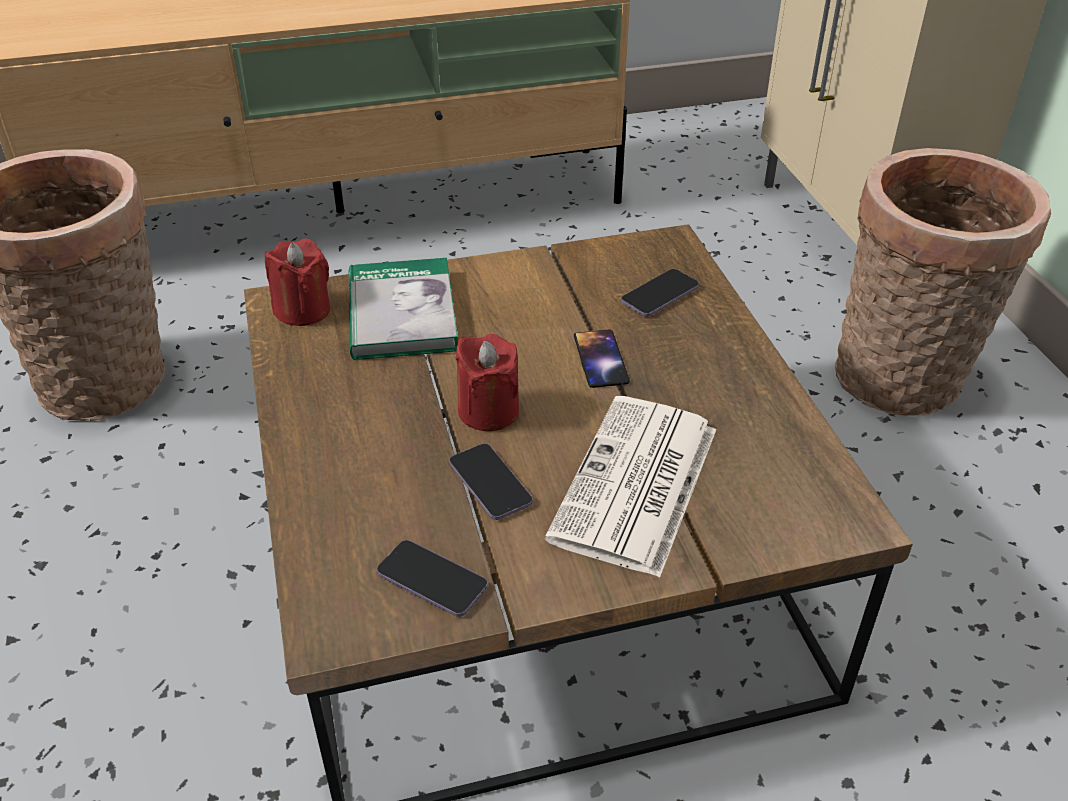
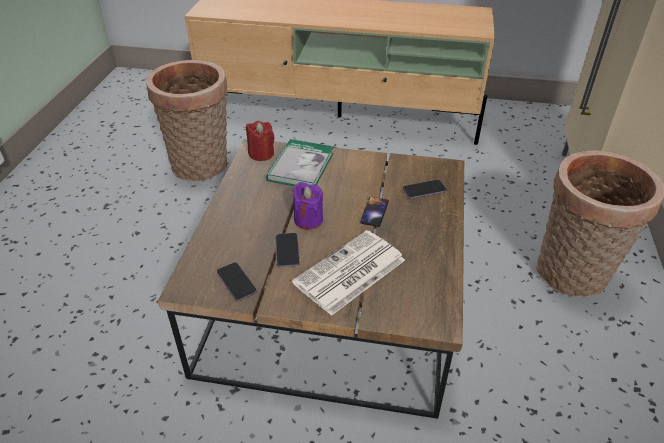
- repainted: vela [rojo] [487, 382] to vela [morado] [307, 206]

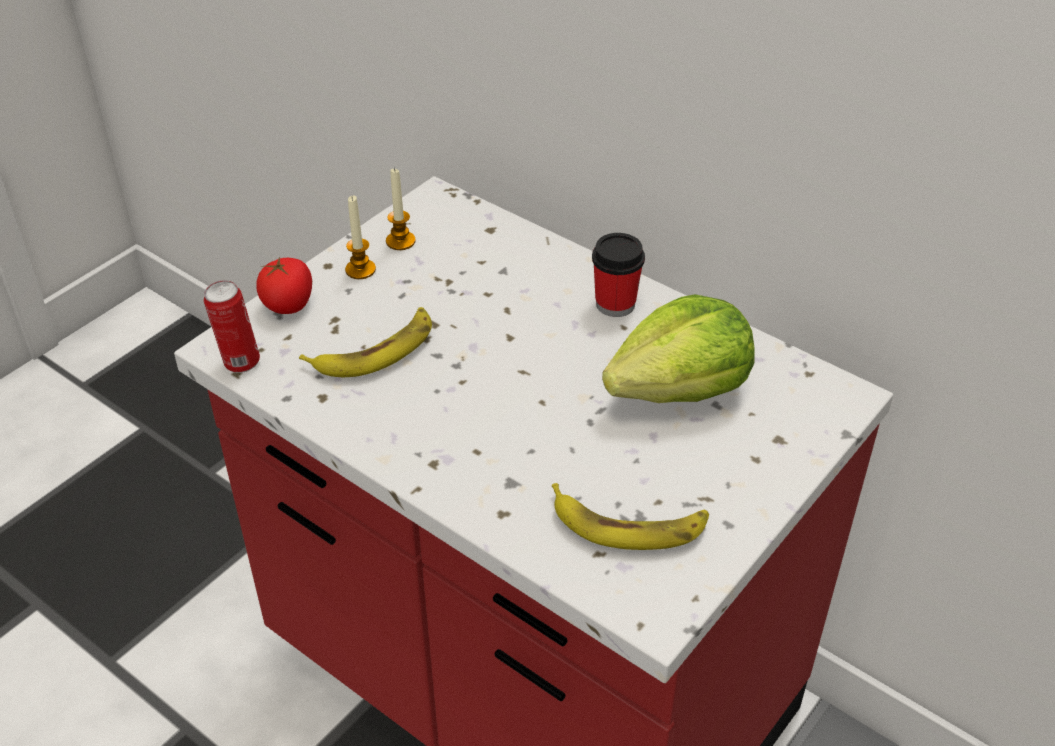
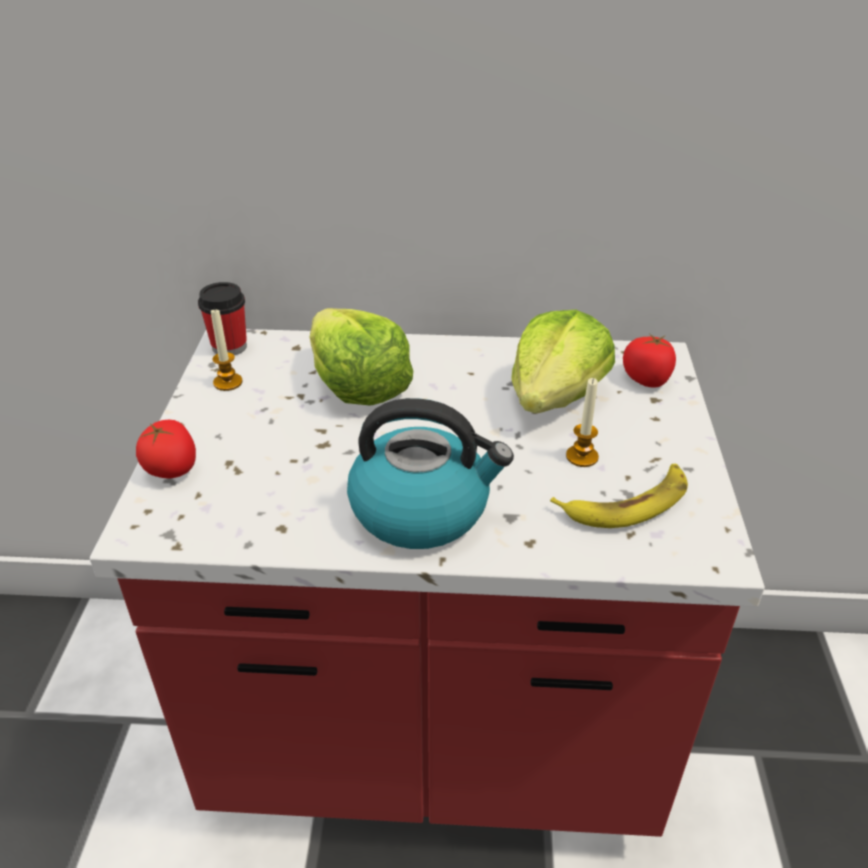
- shifted: vela [360, 237] to [582, 422]
- shifted: taza [618, 275] to [222, 318]
- gone: lata [232, 326]
- gone: plátano [365, 342]
- new: lechuga [361, 357]
- new: tomate [649, 360]
- new: hervidor [430, 473]

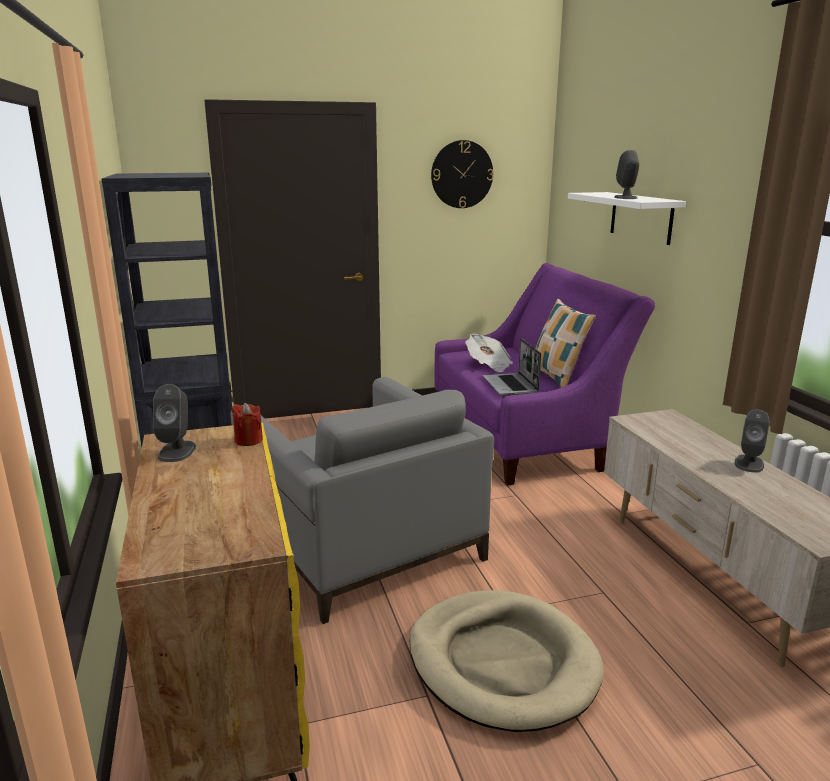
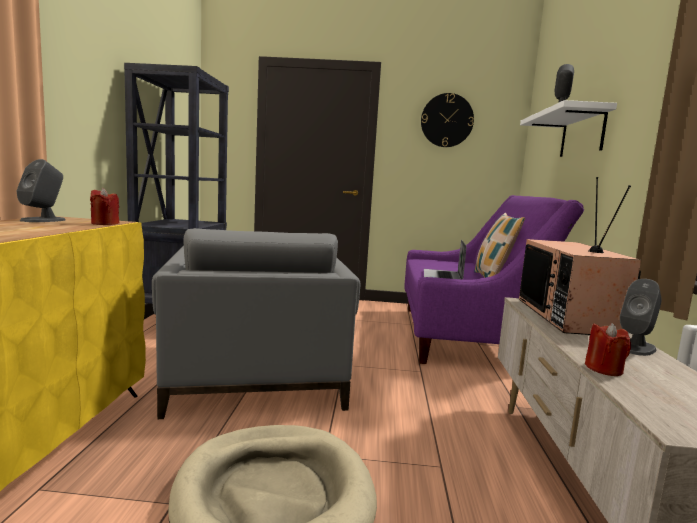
- gone: periódico [489, 353]
- new: televisor [580, 256]
- new: vela [rojo] [608, 349]

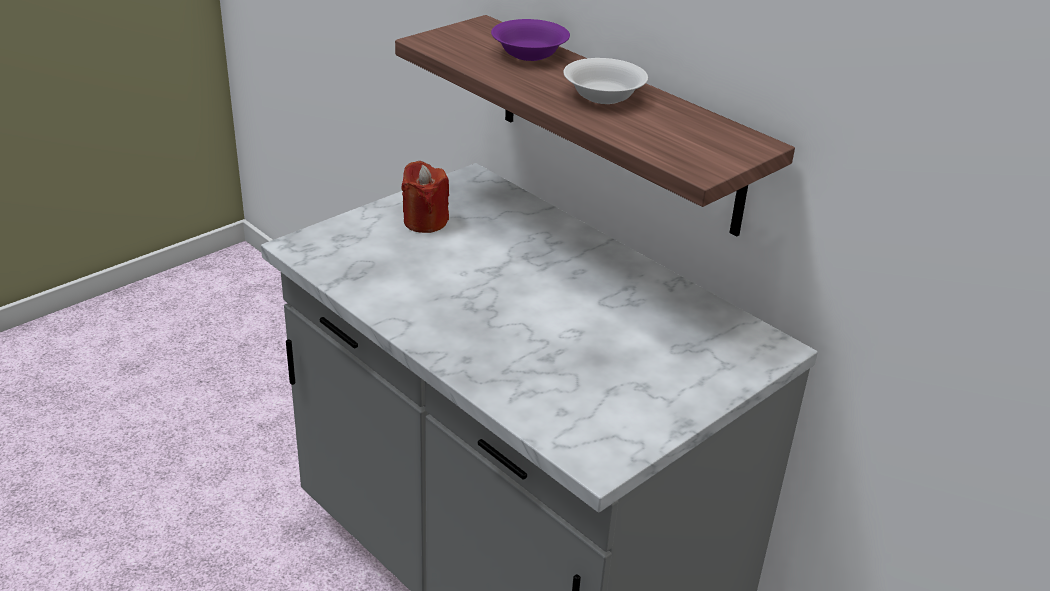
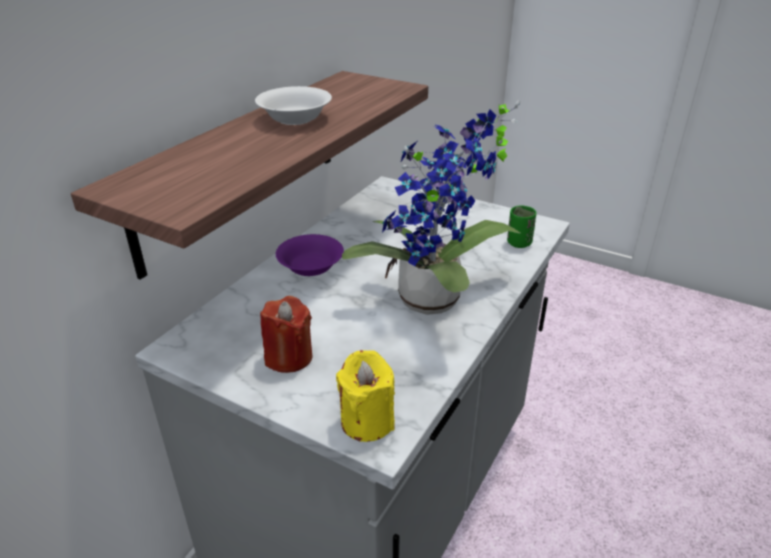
- shifted: cuenco [morado] [530, 40] to [310, 255]
- new: planta en maceta [431, 207]
- new: taza [verde] [521, 227]
- new: vela [amarillo] [365, 396]

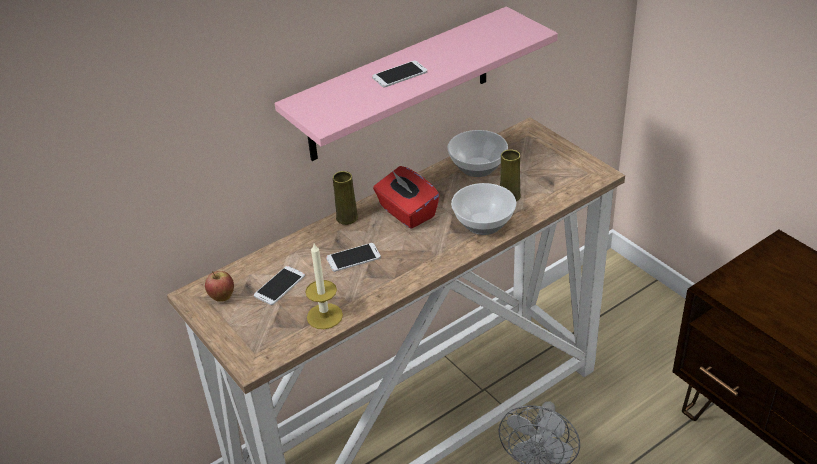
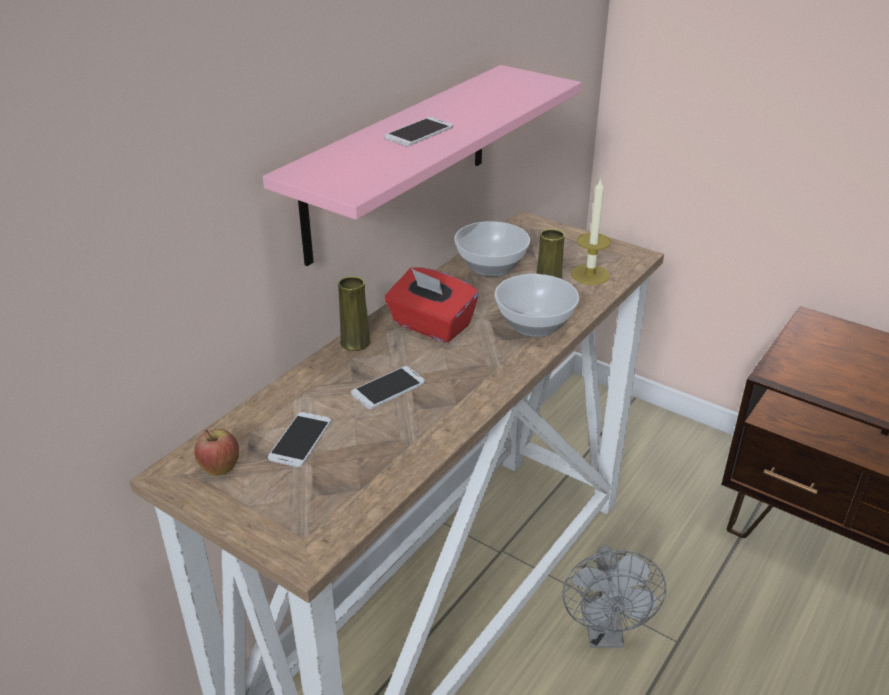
- shifted: vela [324, 286] to [591, 231]

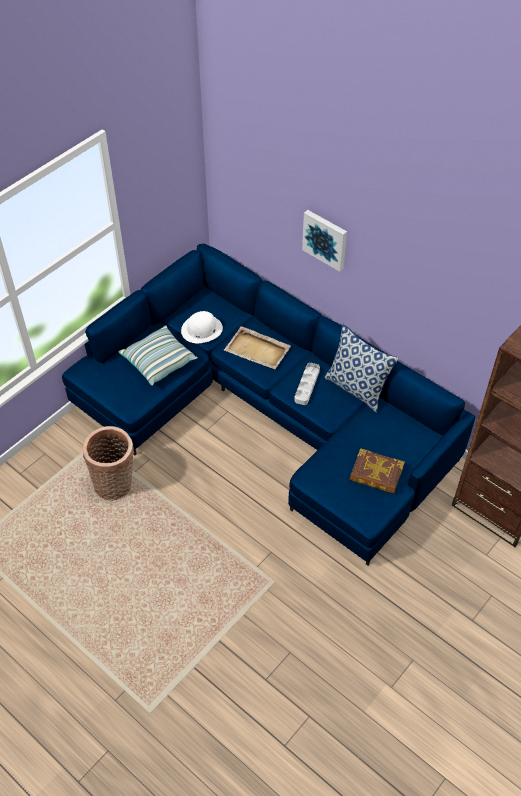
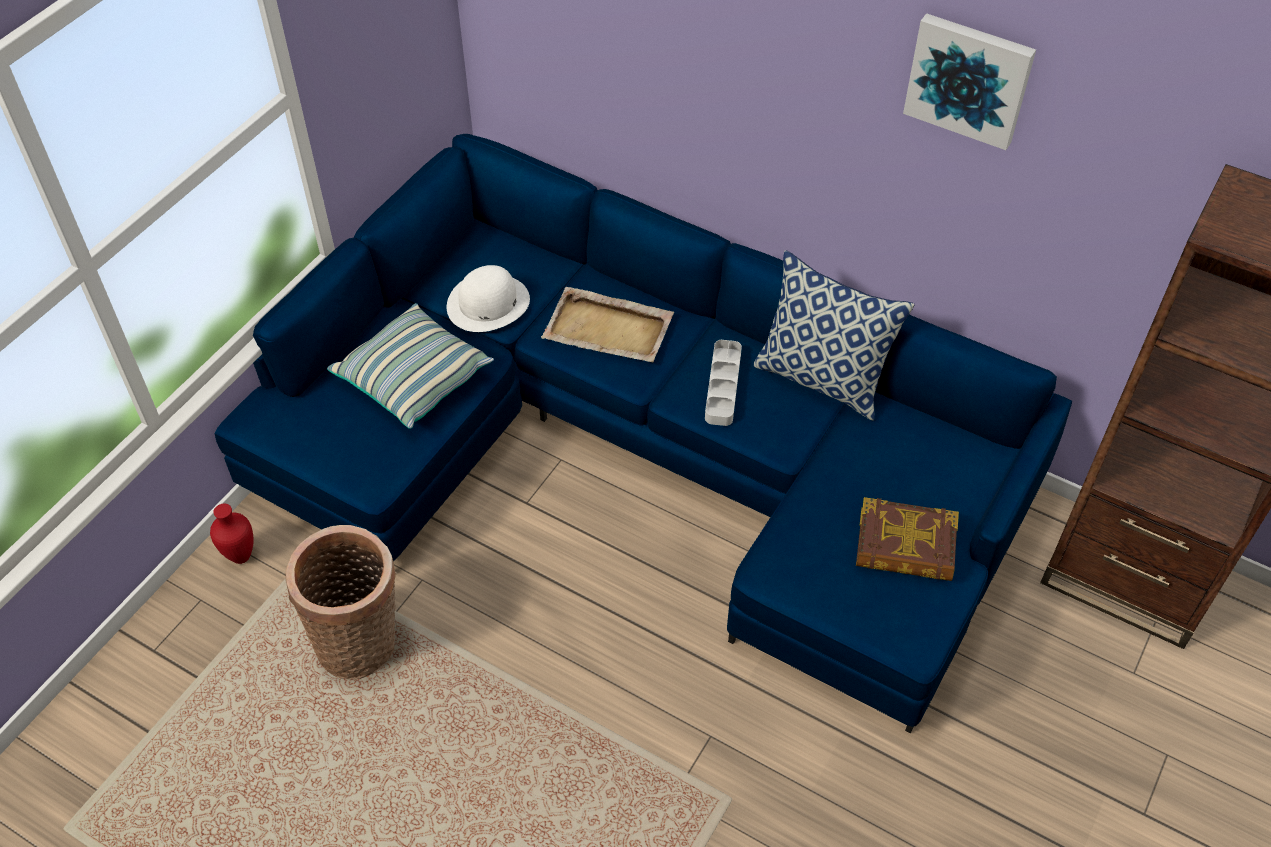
- shifted: cuadro [324, 241] to [969, 81]
- new: florero [rojo] [232, 534]

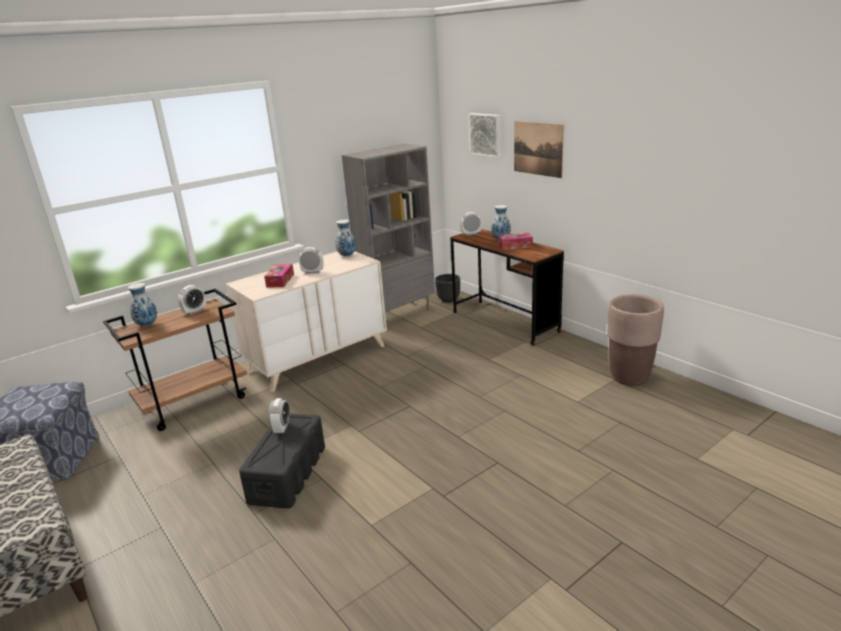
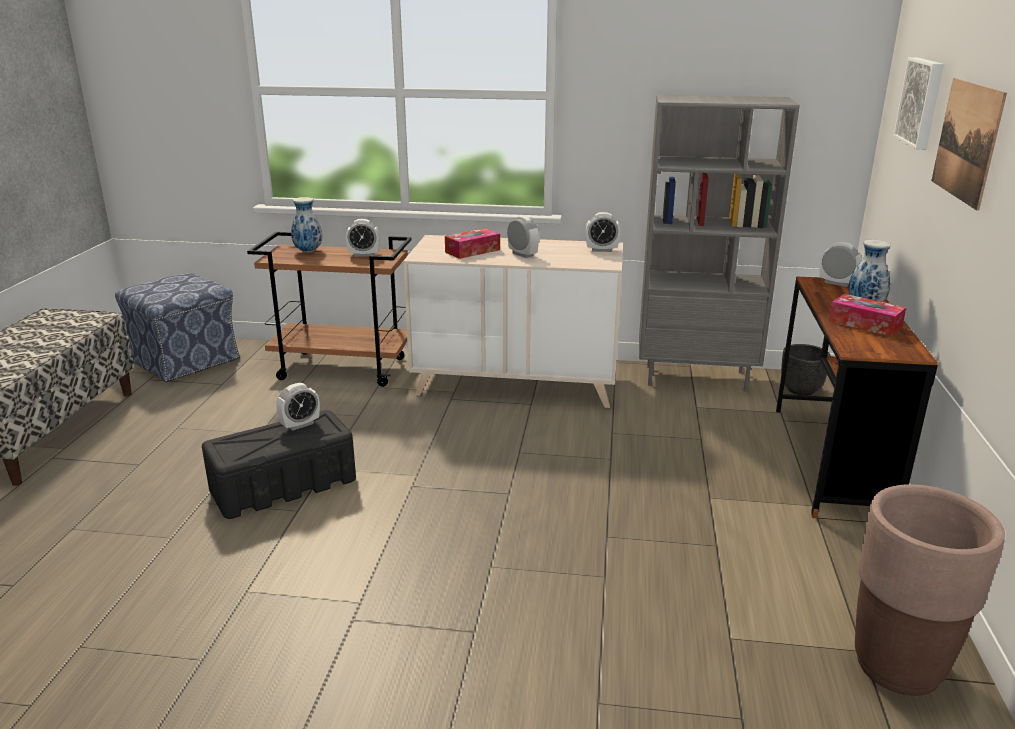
- swapped: florero [345, 238] to despertador [603, 232]

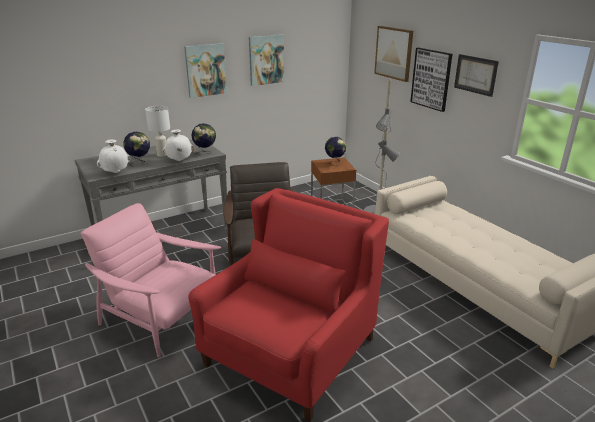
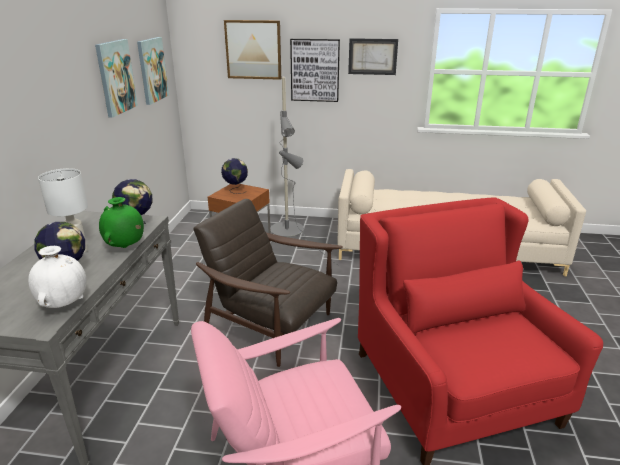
- shifted: cuadro [205, 70] to [153, 71]
- repainted: florero [blanco] [178, 145] to florero [verde] [121, 222]

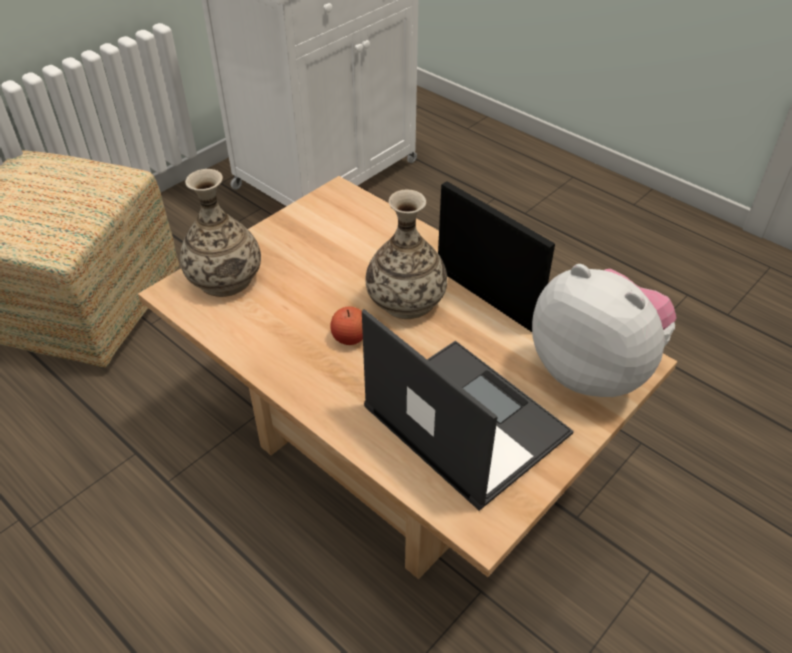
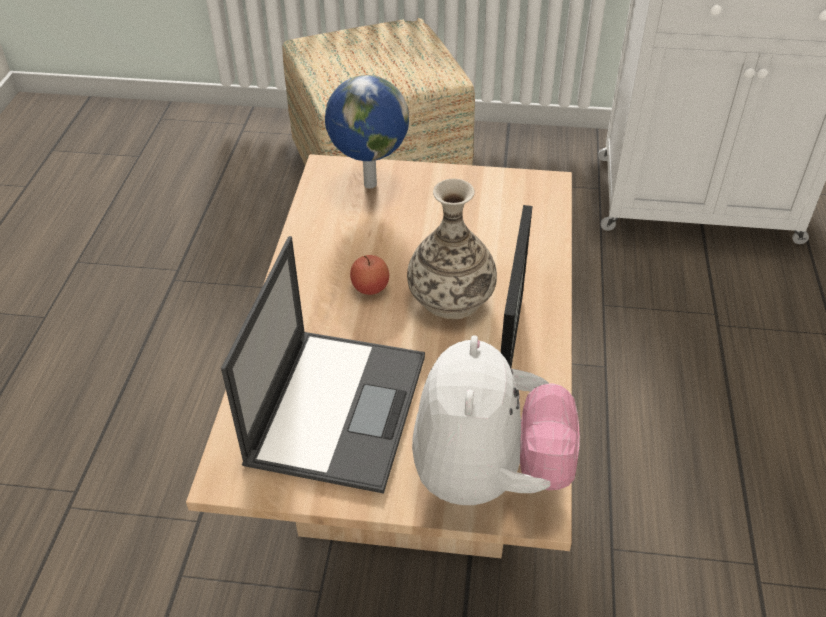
- swapped: florero [220, 233] to globo terráqueo [367, 132]

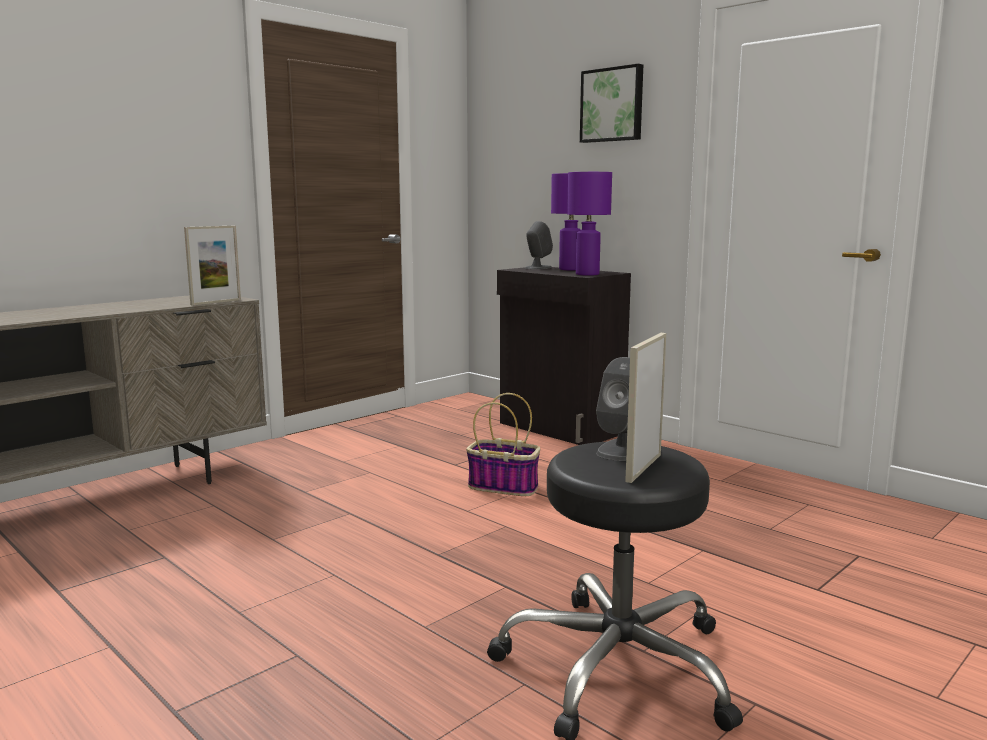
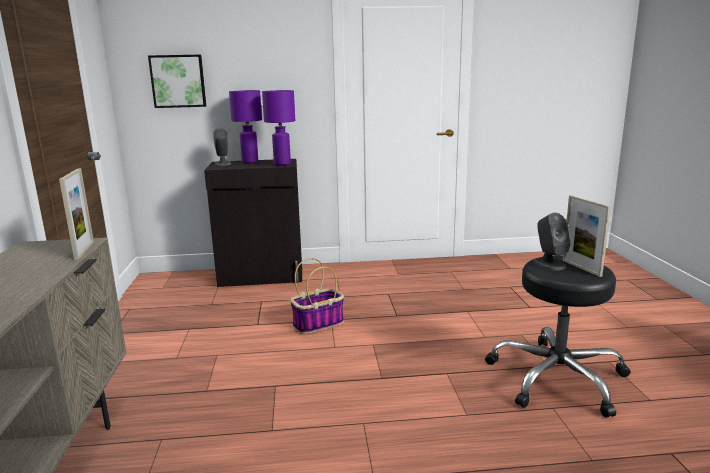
- shifted: cuadro [611, 103] to [177, 81]

